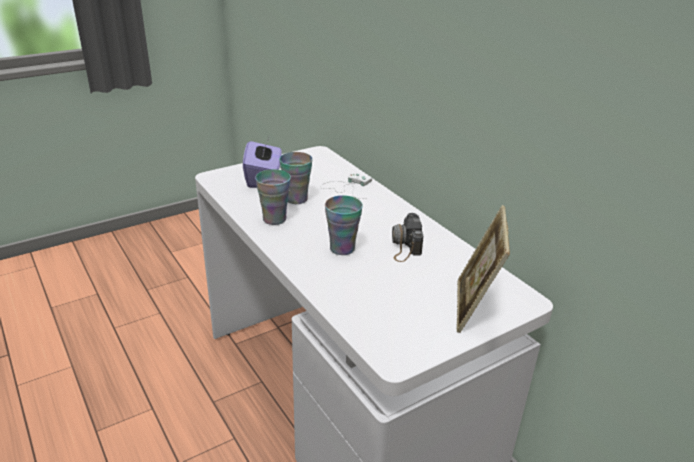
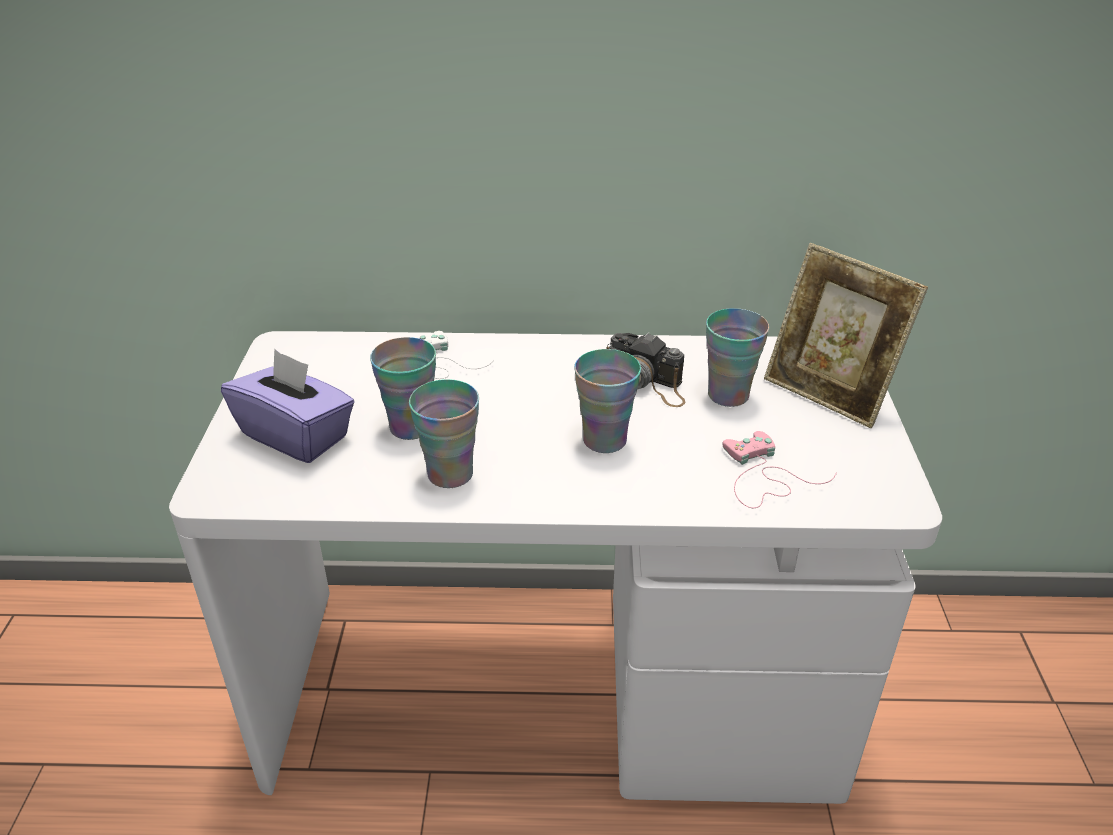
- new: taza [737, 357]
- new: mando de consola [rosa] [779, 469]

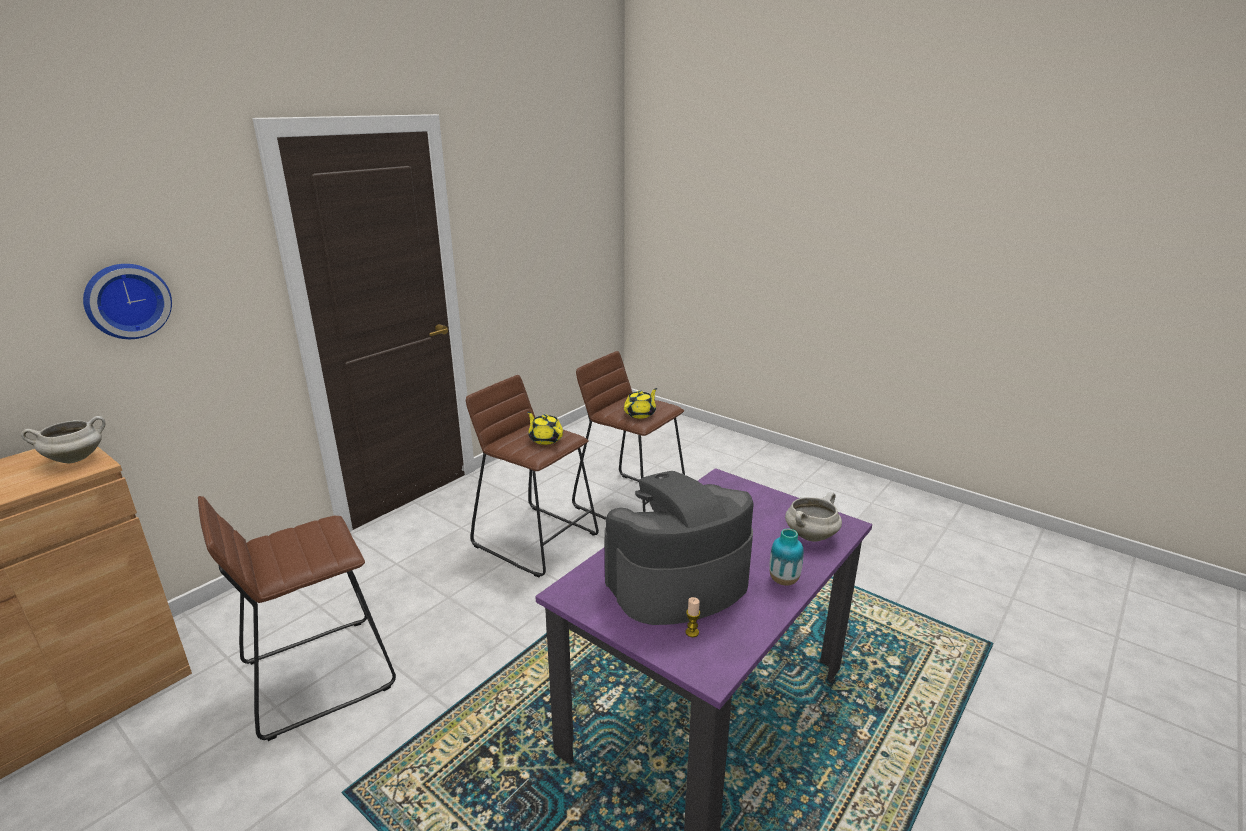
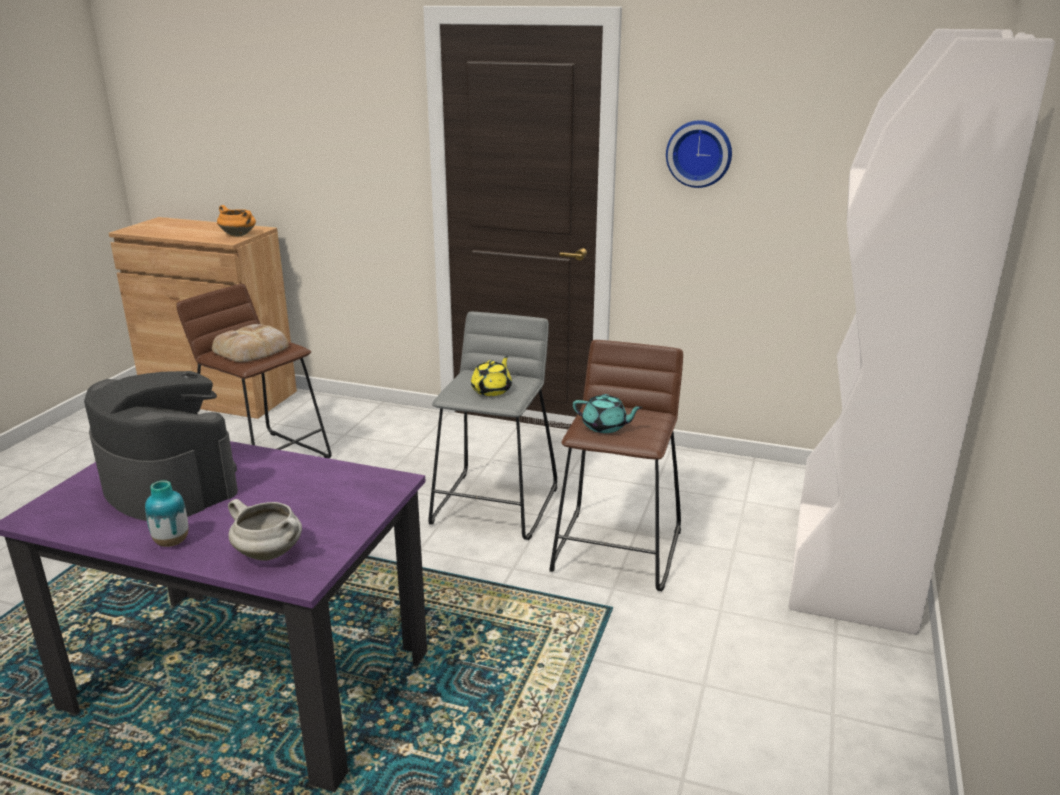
- shifted: reloj de pared [127, 301] to [699, 154]
- repainted: taburete [marrón] [532, 476] to taburete [gris] [492, 426]
- repainted: tetera [amarillo] [640, 403] to tetera [turquesa] [608, 413]
- repainted: olla [blanco] [63, 440] to olla [naranja] [236, 221]
- gone: vela [693, 617]
- new: estantería [blanco] [921, 332]
- new: pan [250, 343]

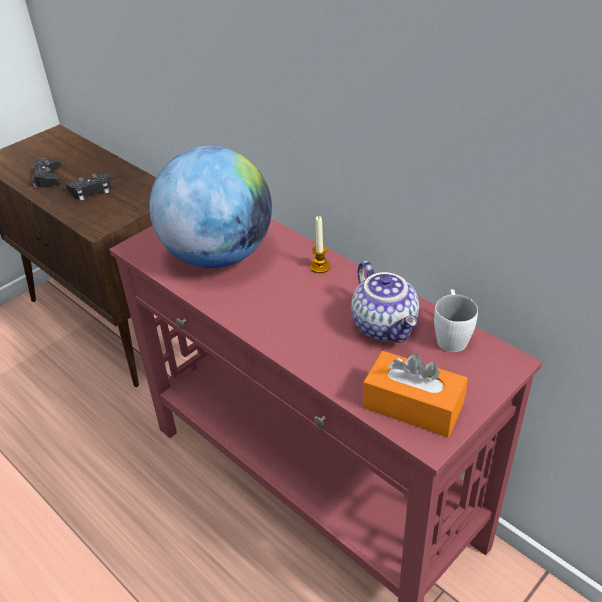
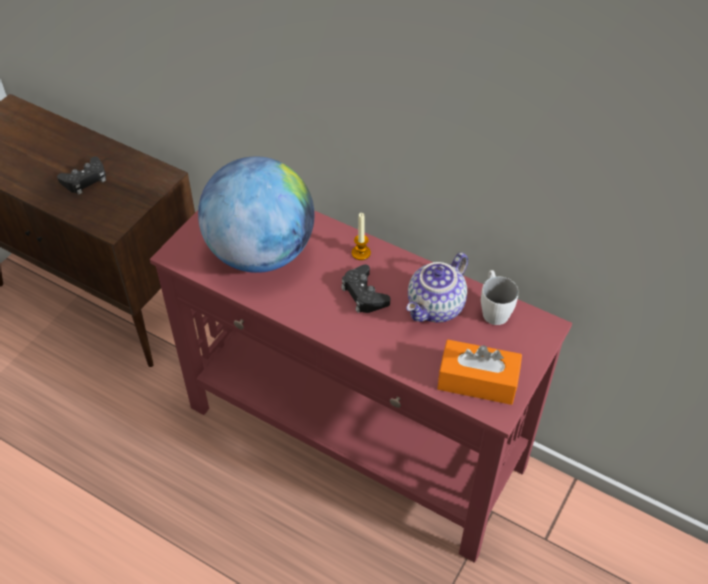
- shifted: mando de consola [negro] [46, 173] to [365, 289]
- rotated: tetera [385, 302] = [437, 287] 75 degrees clockwise

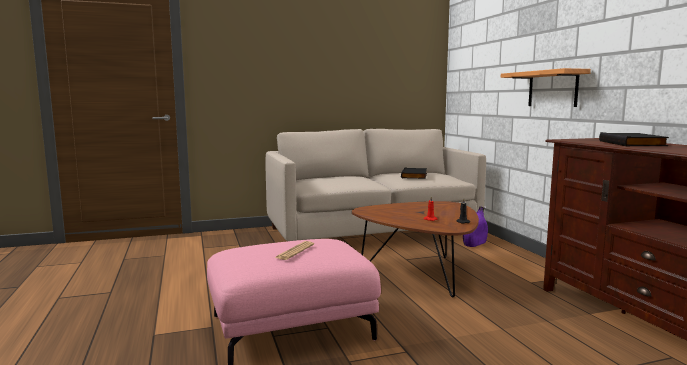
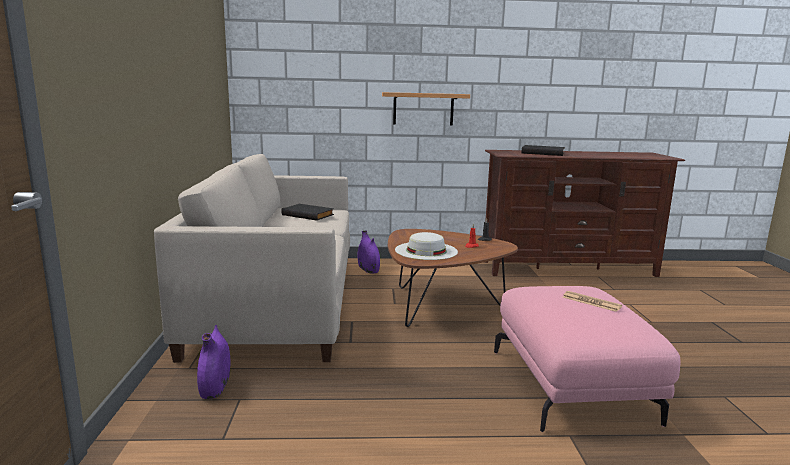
- new: sombrero [blanco] [426, 246]
- new: florero [morado] [213, 362]

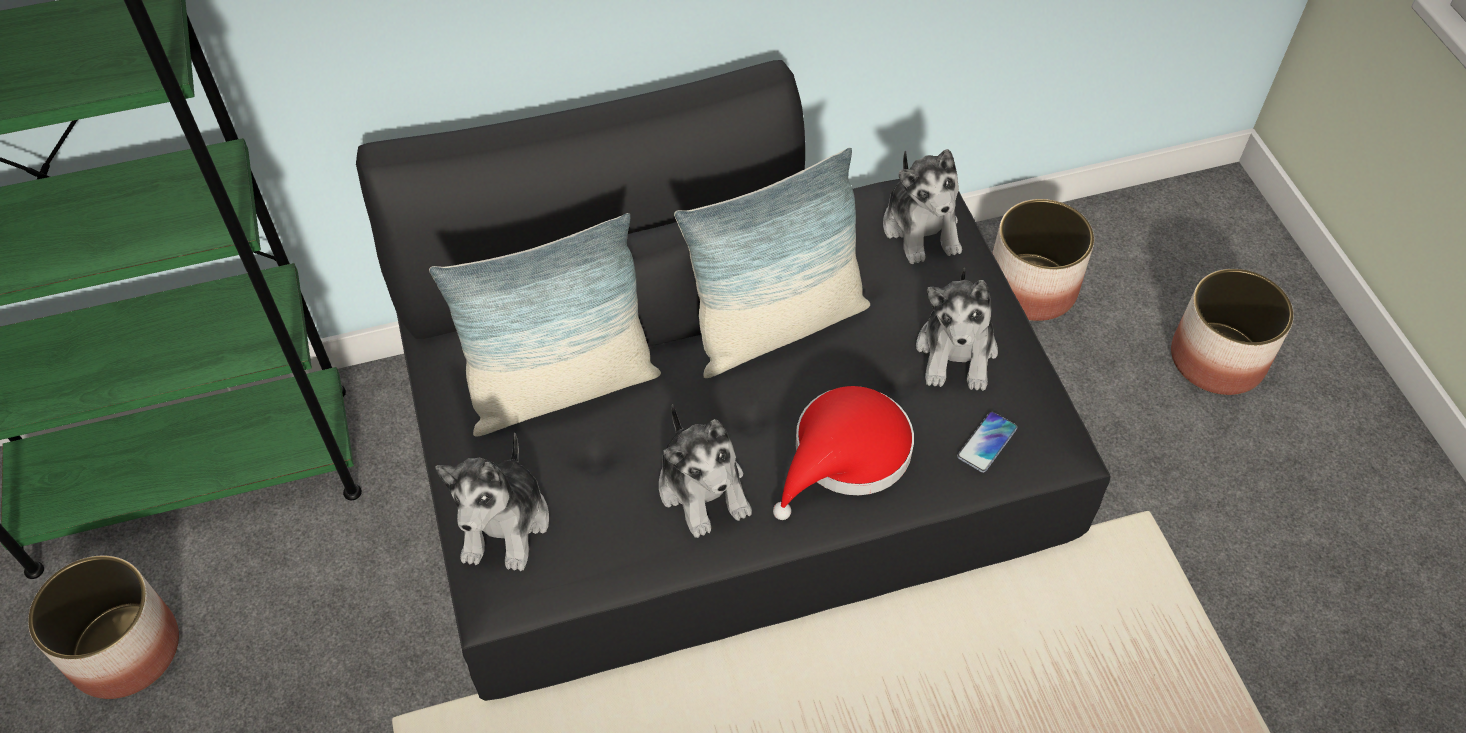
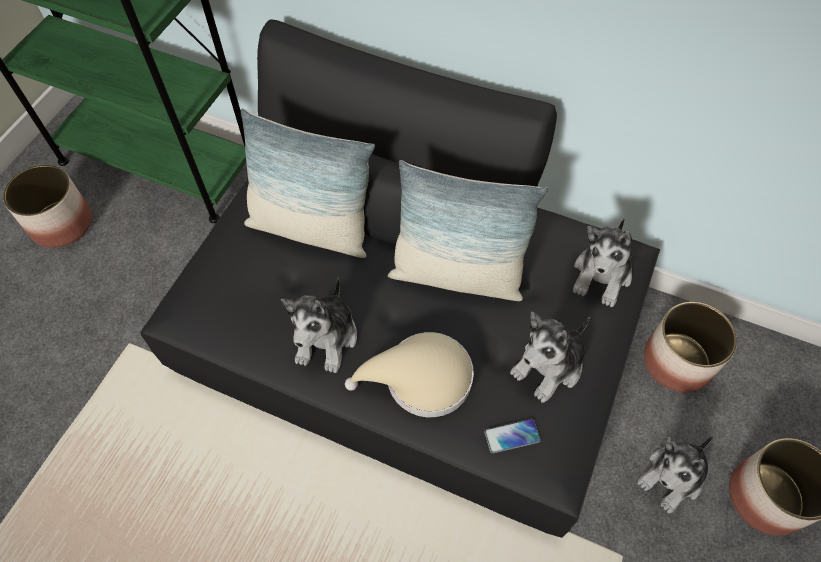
- repainted: sombrero [rojo] [843, 453] to sombrero [beis] [409, 374]
- shifted: peluche [492, 502] to [675, 474]

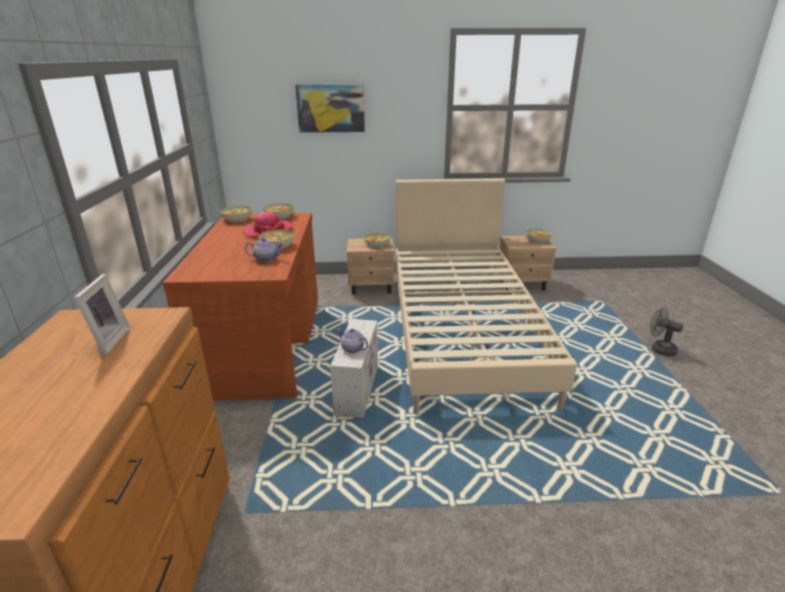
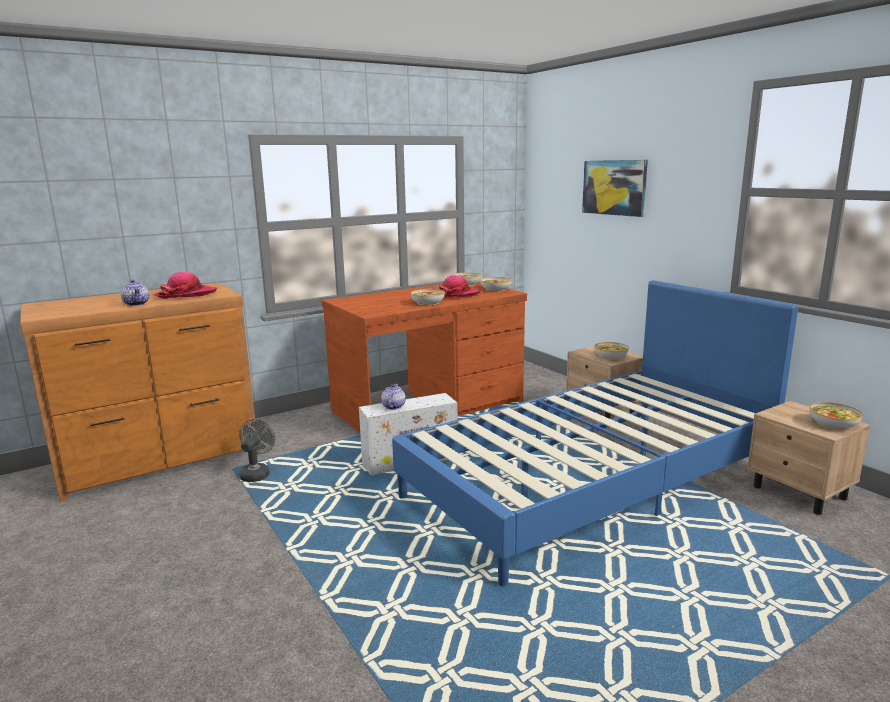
- repainted: cama [beis] [486, 296] to cama [azul] [595, 433]
- shifted: tetera [264, 250] to [135, 292]
- swapped: portarretratos [102, 314] to sombrero [185, 285]
- shifted: ventilador [gris] [666, 332] to [257, 450]

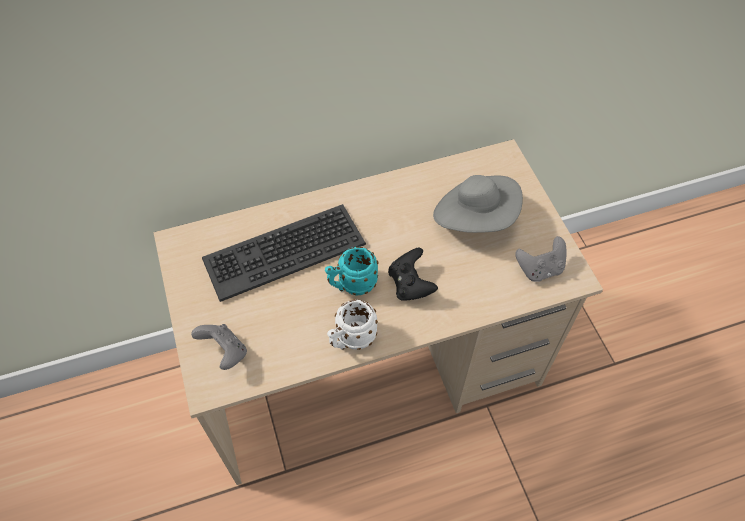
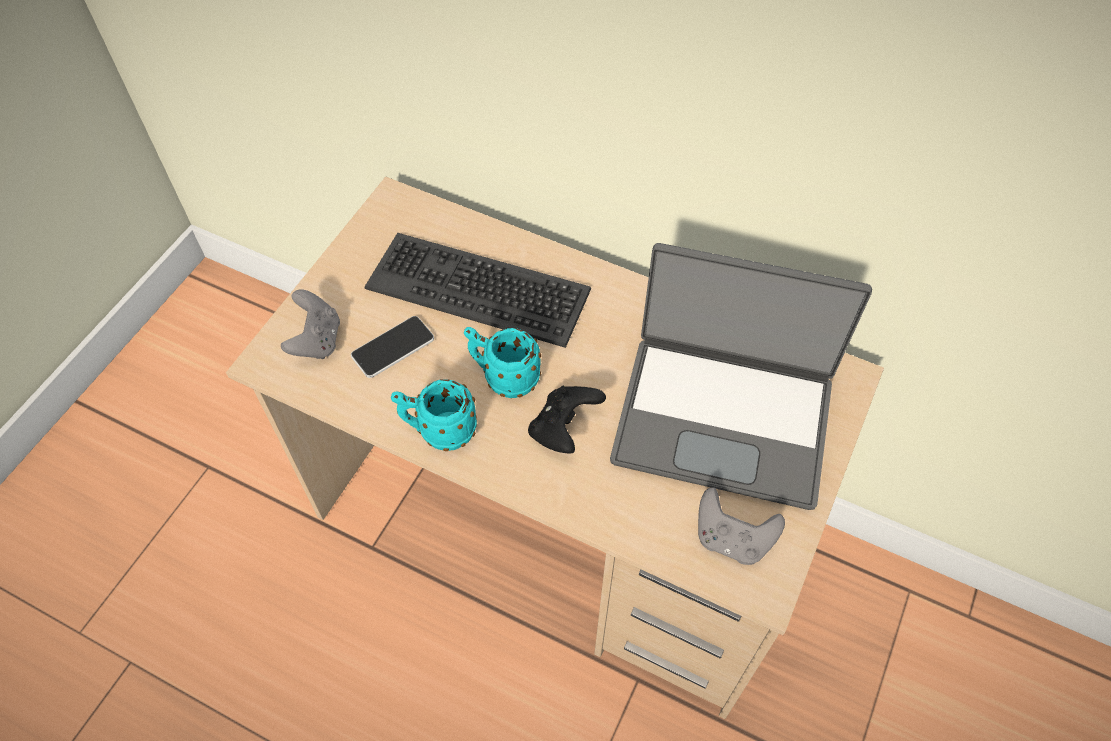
- swapped: sombrero [gris] [478, 204] to portátil [741, 376]
- repainted: taza grande [blanco] [352, 324] to taza grande [turquesa] [434, 415]
- new: móvil [392, 347]

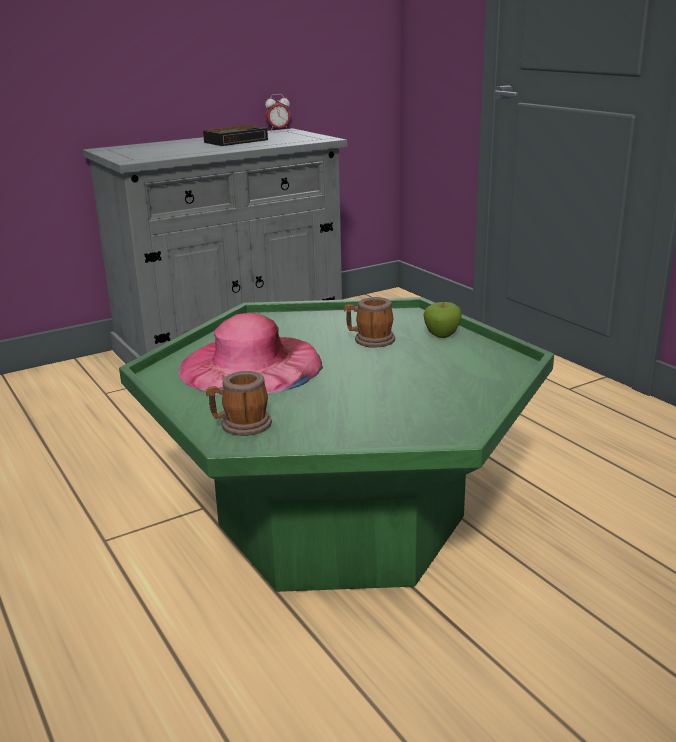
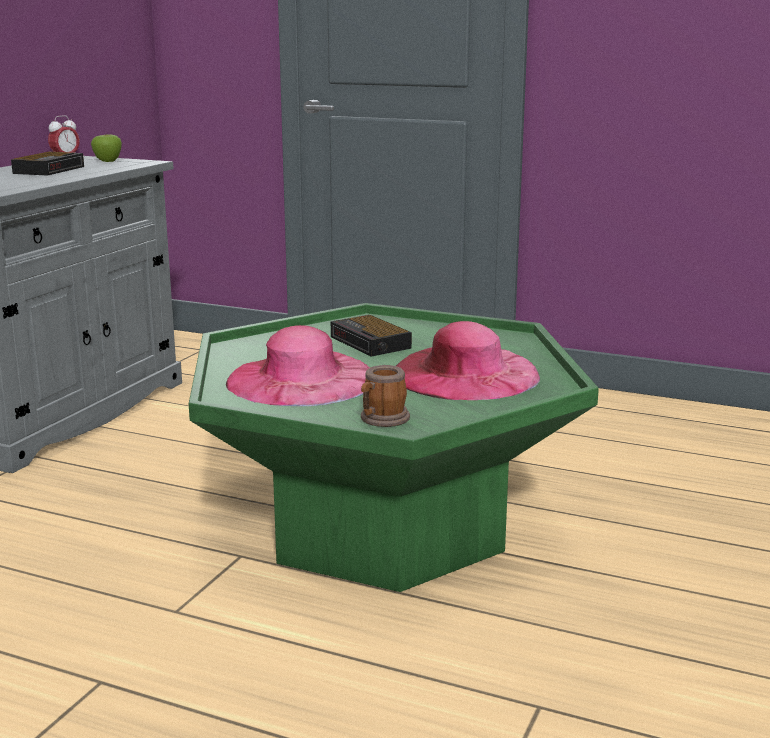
- swapped: taza grande [369, 322] to despertador [371, 336]
- shifted: manzana [443, 320] to [106, 147]
- new: sombrero [rosa] [468, 360]

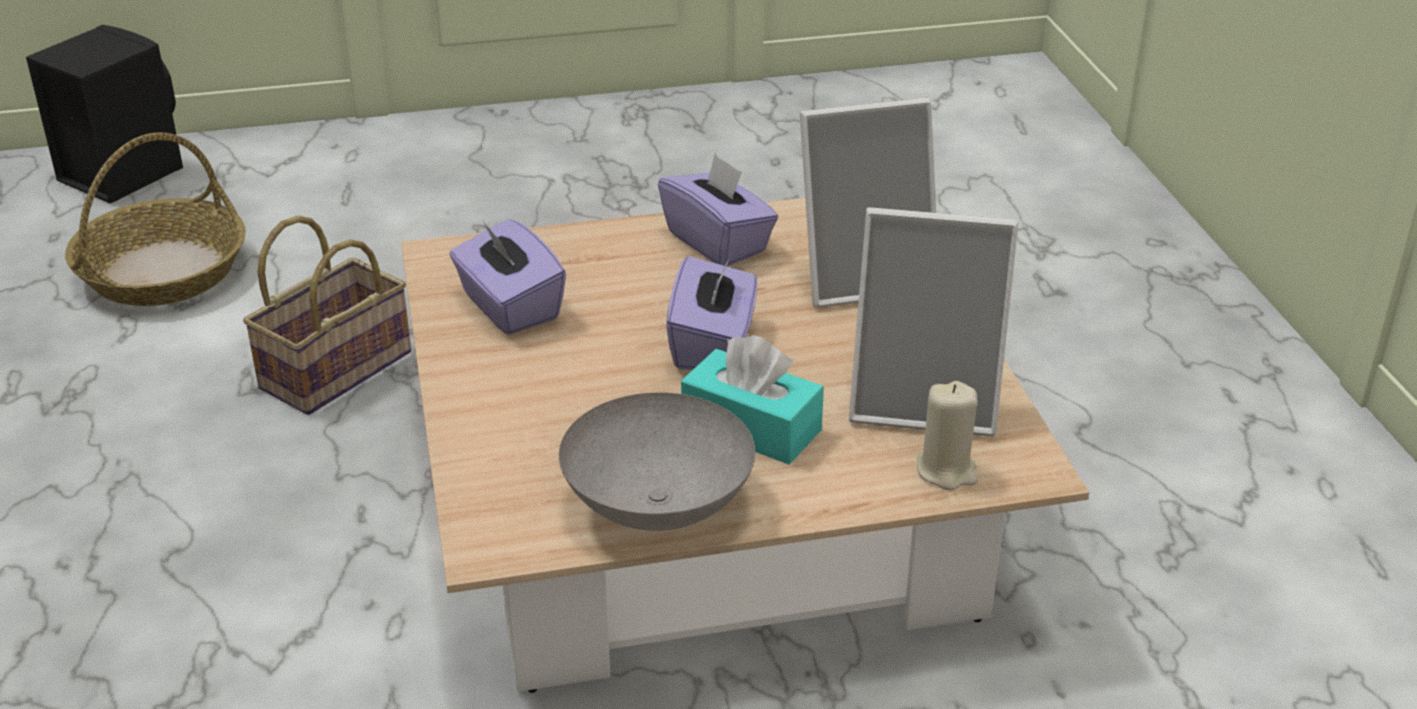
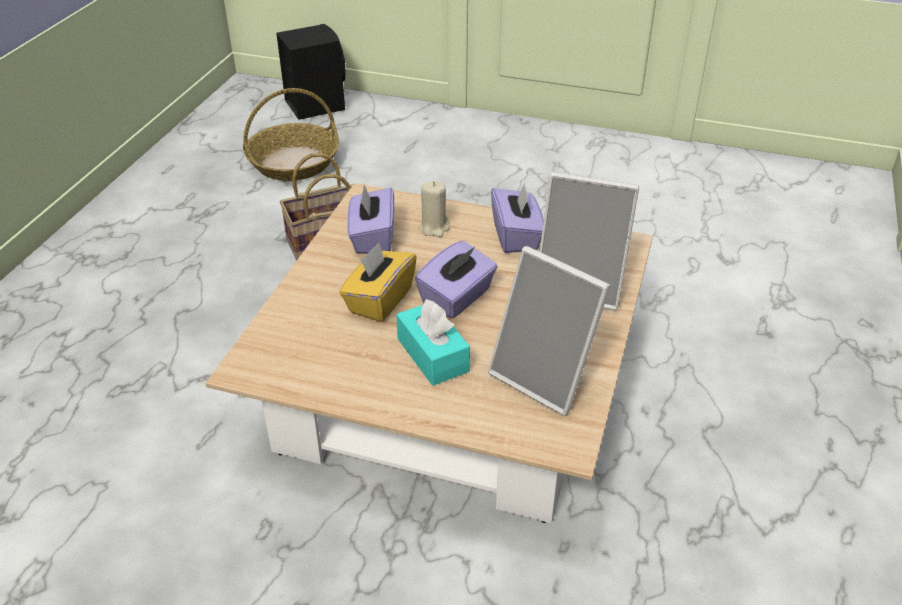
- shifted: vela [beis] [947, 435] to [434, 209]
- gone: cuenco [gris] [657, 461]
- new: caja de pañuelos [amarillo] [378, 282]

